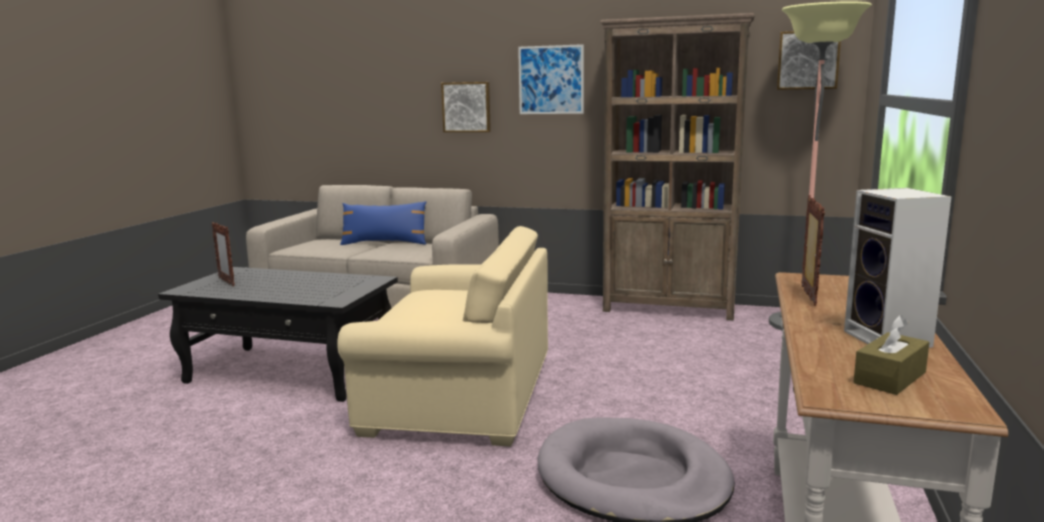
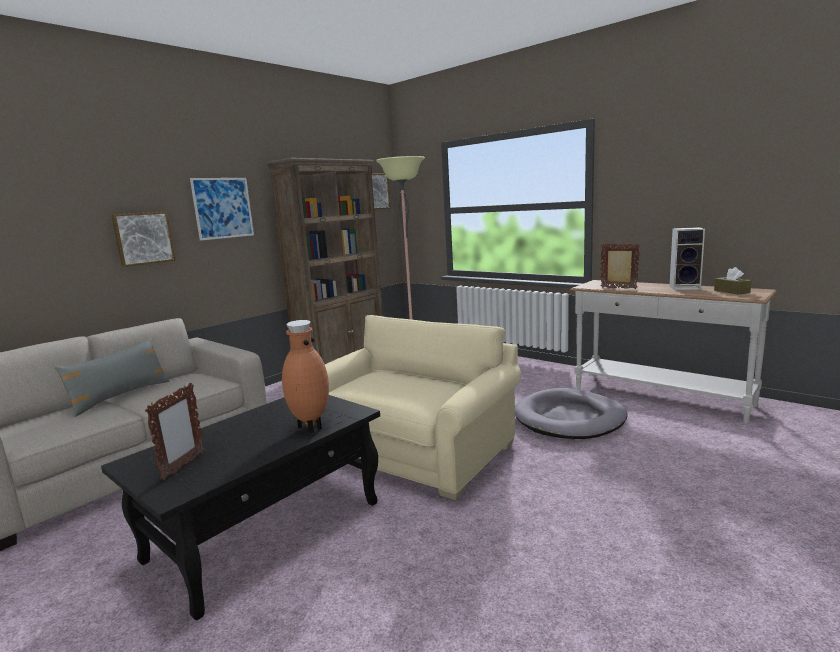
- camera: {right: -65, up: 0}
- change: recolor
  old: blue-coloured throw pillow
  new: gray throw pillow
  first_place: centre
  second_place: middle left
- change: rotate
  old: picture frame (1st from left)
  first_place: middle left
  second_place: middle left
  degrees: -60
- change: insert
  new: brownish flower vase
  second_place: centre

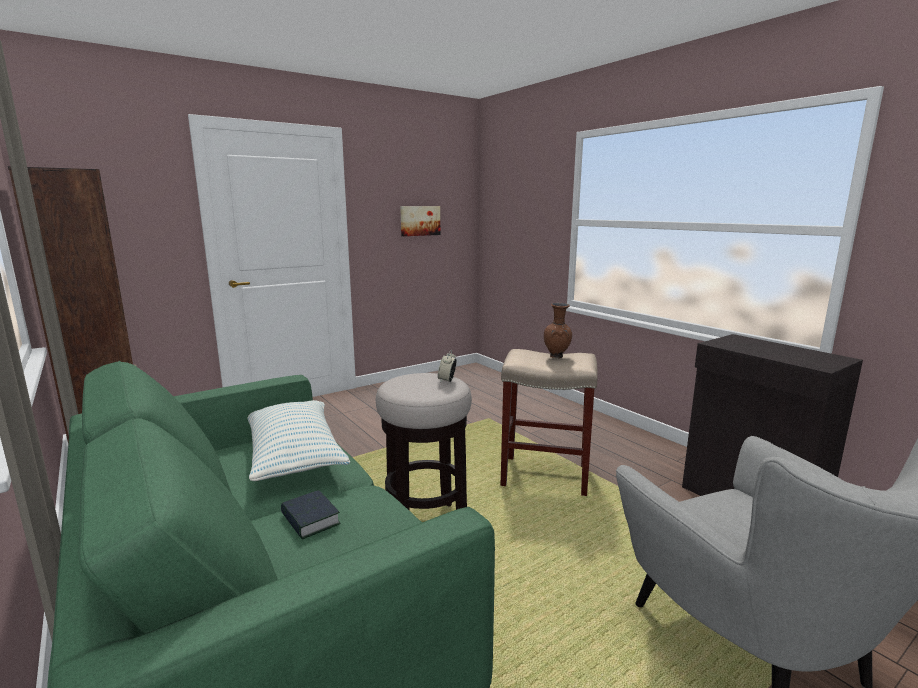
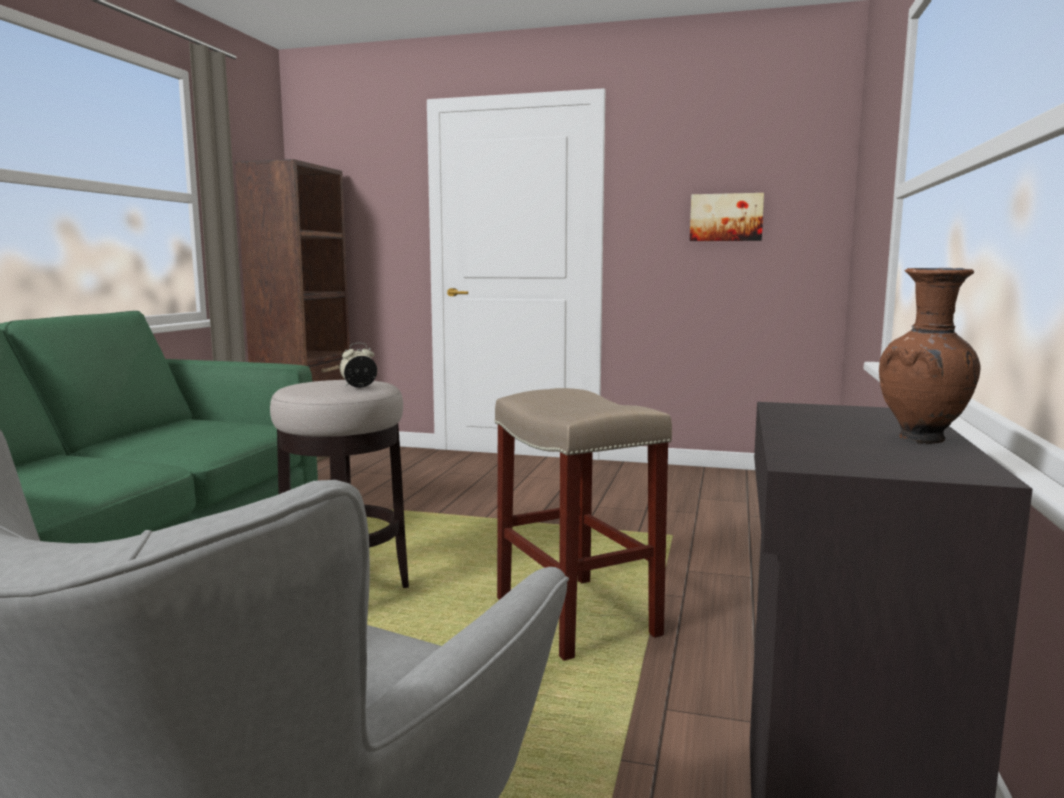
- camera: {right: 50, up: -5}
- change: move
  old: brownish flower vase
  first_place: centre
  second_place: middle right
- change: delete
  old: throw pillow
  first_place: middle left
- change: delete
  old: bound book
  first_place: bottom centre

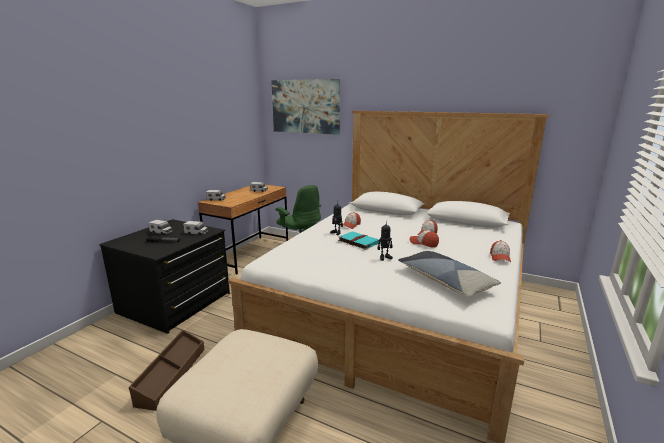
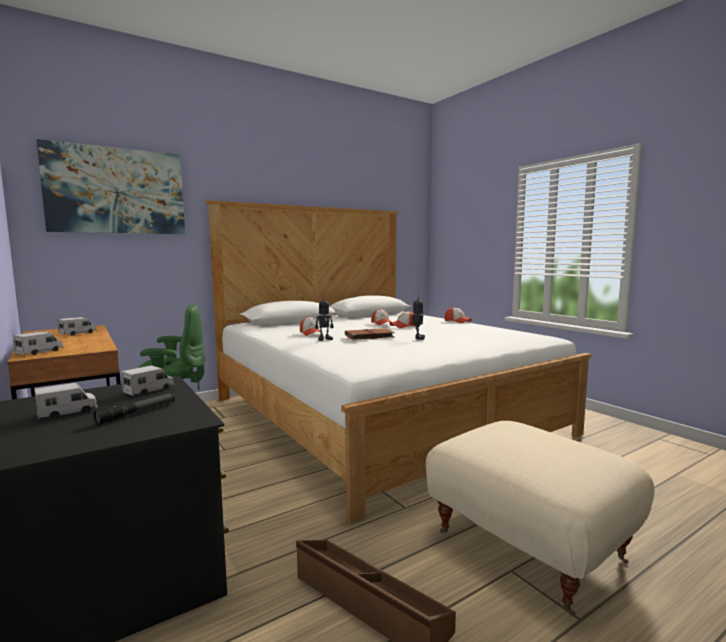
- camera: {right: -60, up: -10}
- change: recolor
  old: turquoise bound book
  new: brownish bound book
  first_place: centre
  second_place: centre
- change: delete
  old: throw pillow
  first_place: middle right

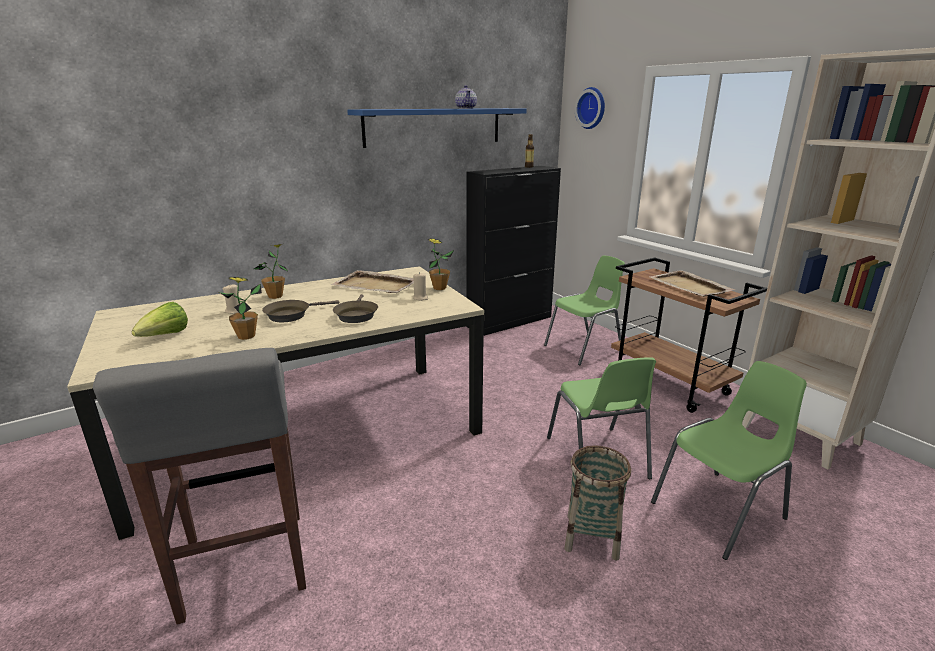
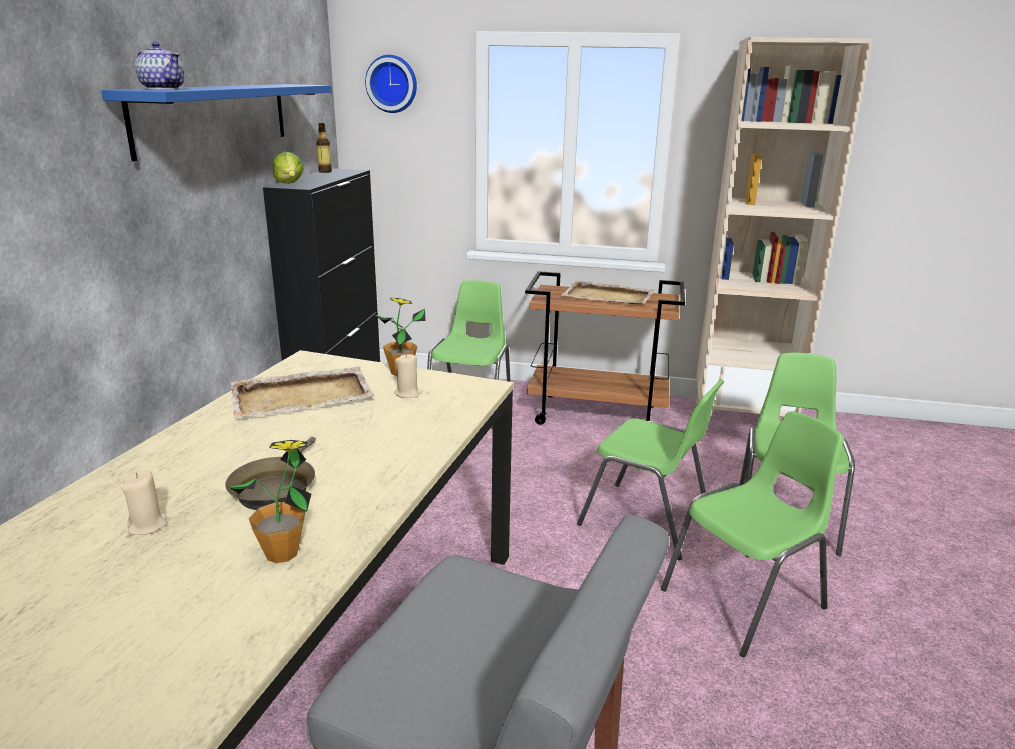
- camera: {right: -45, up: 0}
- change: move
  old: tea pot
  first_place: top centre
  second_place: top left
- change: move
  old: lettuce head
  first_place: middle left
  second_place: top left
- change: replace
  old: household basket
  new: green chair (3rd from left)
  first_place: bottom centre
  second_place: bottom right
- change: delete
  old: potted plant (2nd from left)
  first_place: middle left
- change: delete
  old: brownish frying pan (2nd from left)
  first_place: centre

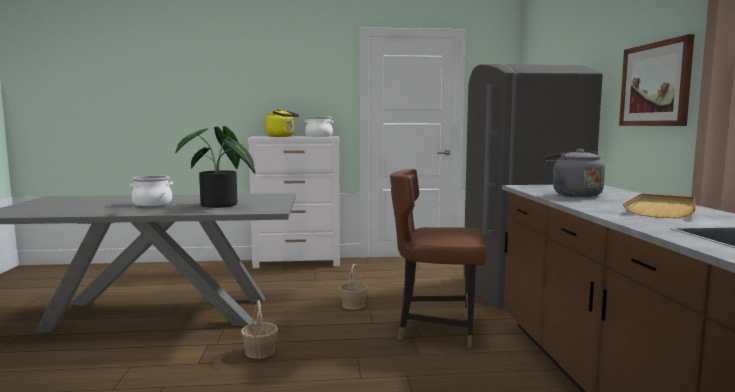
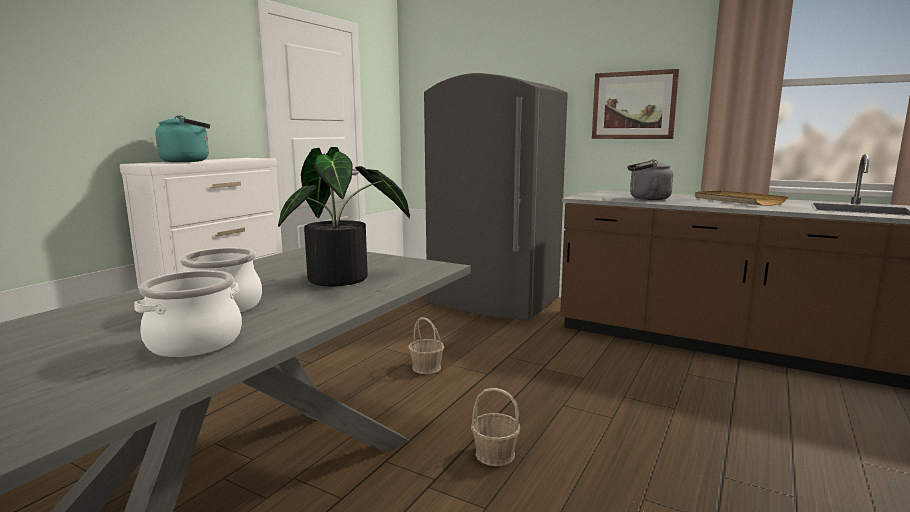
- camera: {right: -55, up: 5}
- change: move
  old: saucepot (2nd from left in the first image)
  new: saucepot (1st from left)
  first_place: top centre
  second_place: middle left
- change: recolor
  old: yellow kettle
  new: turquoise kettle
  first_place: top centre
  second_place: top left
- change: delete
  old: brownish chair
  first_place: centre

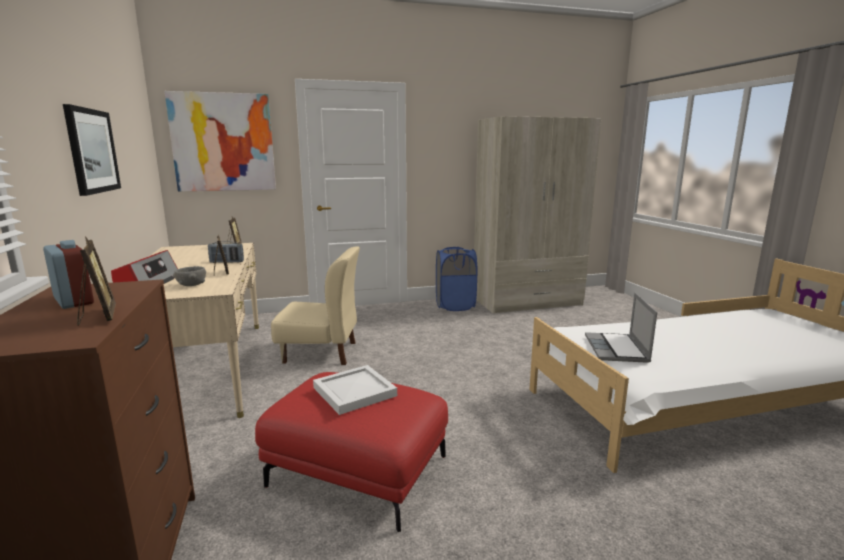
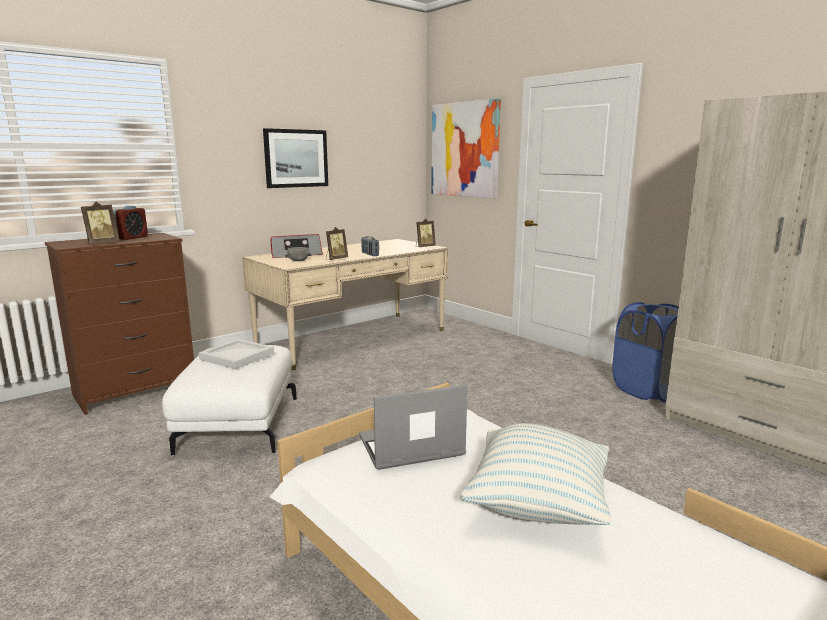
- camera: {right: 65, up: 0}
- change: recolor
  old: red-coloured ottoman
  new: white ottoman
  first_place: bottom centre
  second_place: middle left
- change: insert
  new: throw pillow
  second_place: bottom centre
- change: delete
  old: sand-coloured chair
  first_place: centre

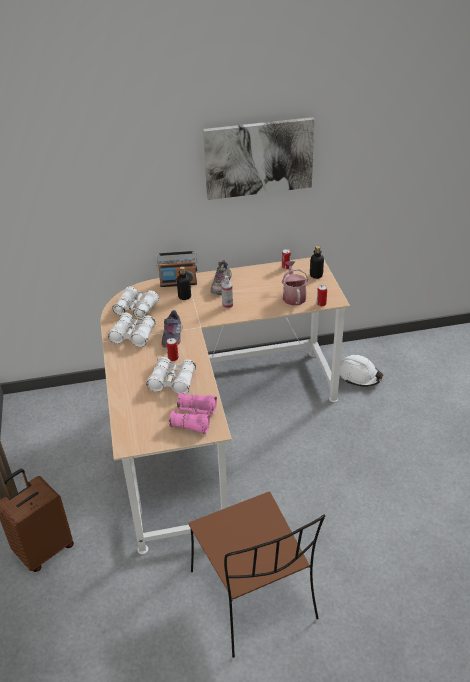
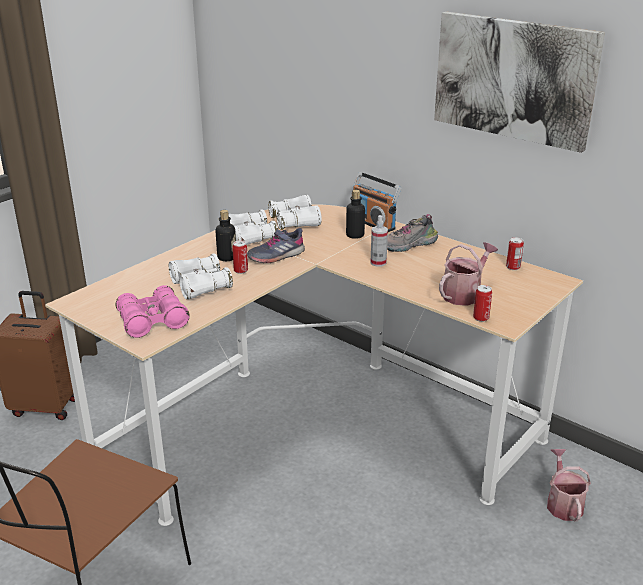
- camera: {right: 50, up: -10}
- change: move
  old: beverage bottle (2nd from left in the first image)
  new: beverage bottle (1st from left)
  first_place: middle right
  second_place: centre
- change: replace
  old: white work helmet
  new: watering can (2nd from left)
  first_place: middle right
  second_place: bottom right

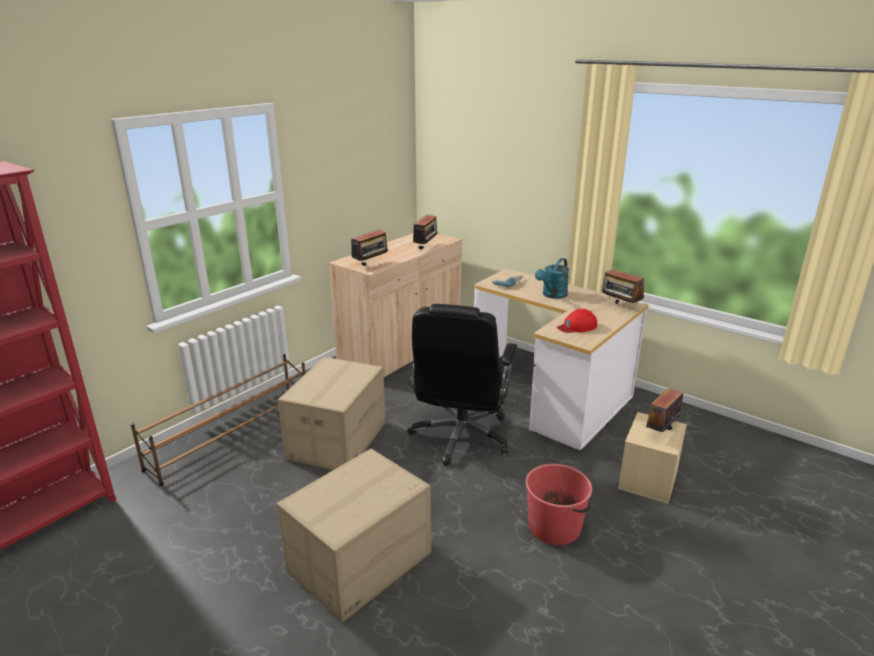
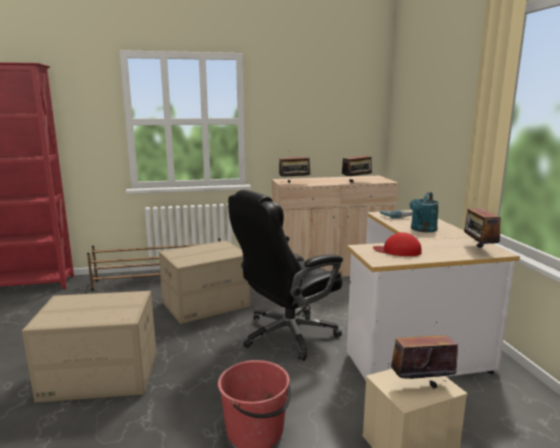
- camera: {right: 40, up: -10}
- change: rotate
  old: turquoise watering can
  first_place: centre
  second_place: middle right
  degrees: -45

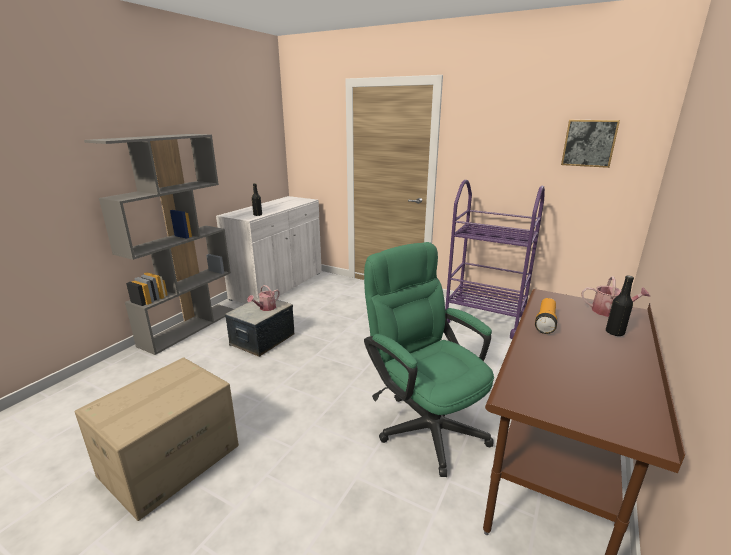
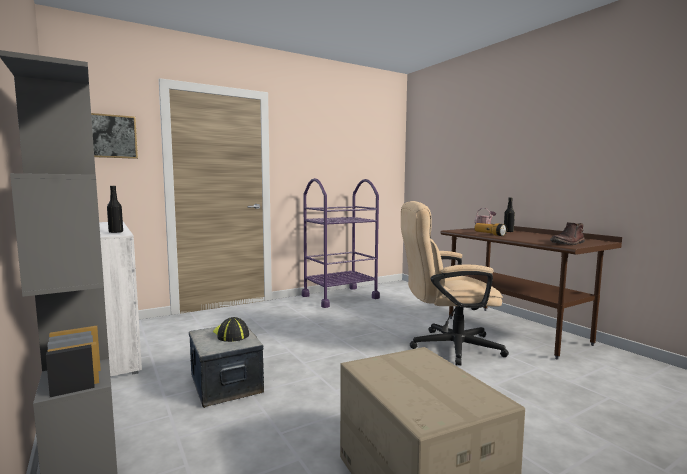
- camera: {right: -60, up: -15}
- change: move
  old: wall picture
  first_place: top right
  second_place: top left
- change: replace
  old: watering can (1st from left)
  new: cap
  first_place: centre
  second_place: bottom centre
- change: recolor
  old: green desk chair
  new: sand-coloured desk chair
  first_place: centre
  second_place: centre
- change: insert
  new: brownish high-top boot
  second_place: middle right

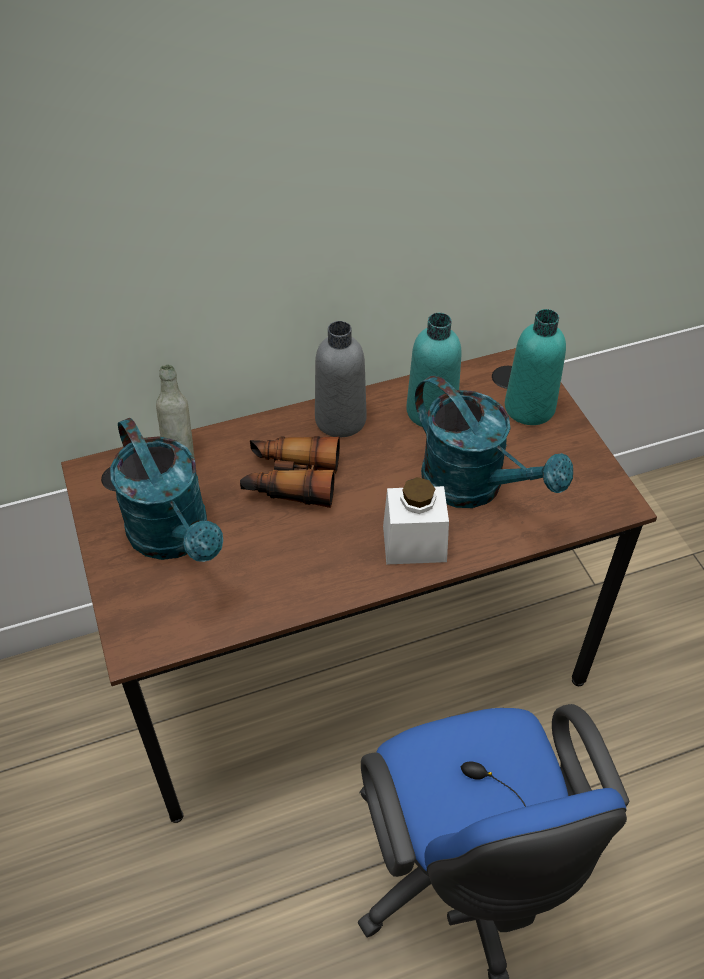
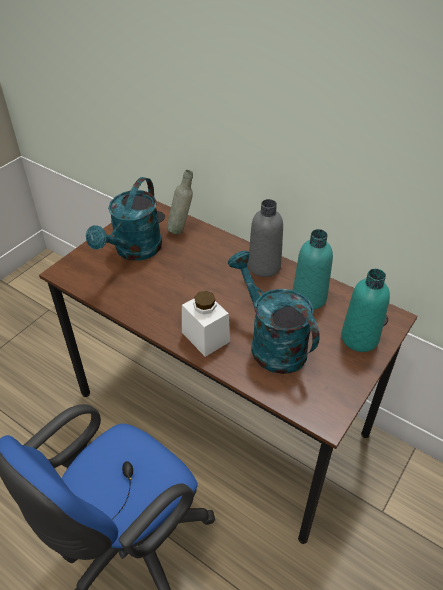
- camera: {right: 55, up: -5}
- change: rotate
  old: turquoise watering can (2nd from left)
  first_place: middle right
  second_place: centre
  degrees: 135
- change: delete
  old: pair of binoculars
  first_place: centre

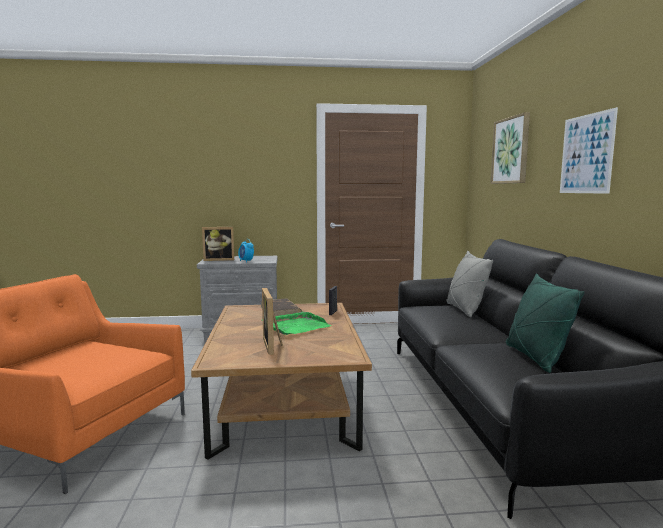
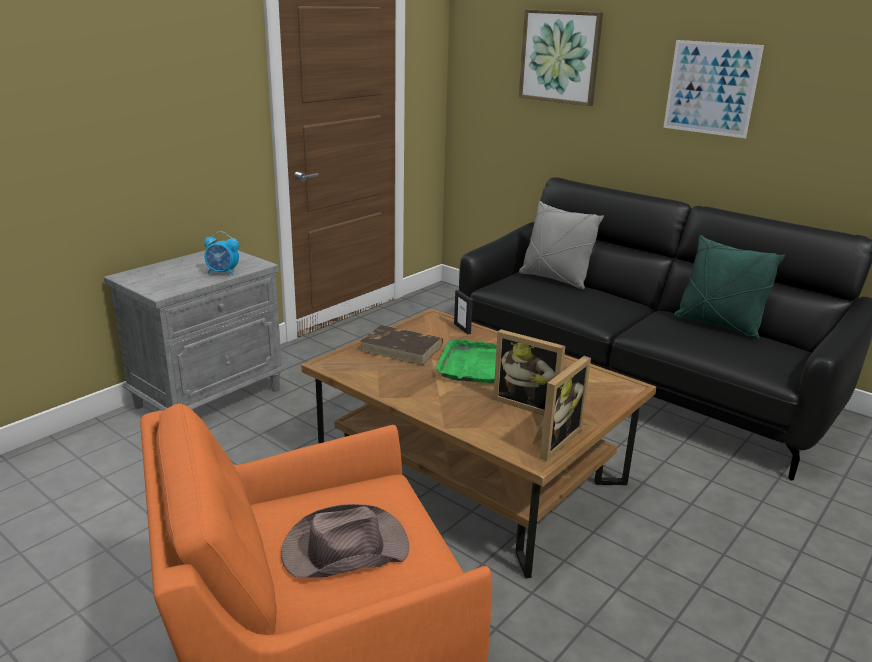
- camera: {right: -45, up: 15}
- change: insert
  new: brownish clothing hat
  second_place: bottom centre
- change: move
  old: picture frame (1st from left in the first image)
  new: picture frame (3rd from left)
  first_place: middle left
  second_place: centre

